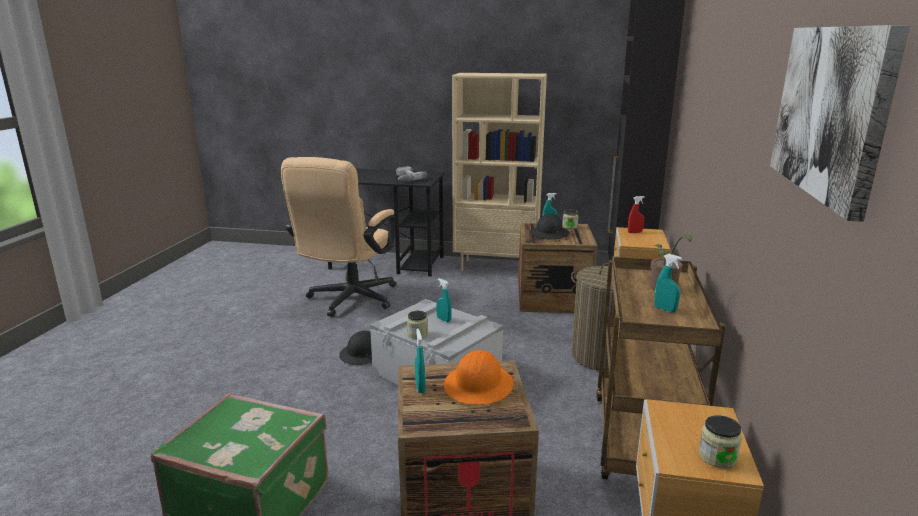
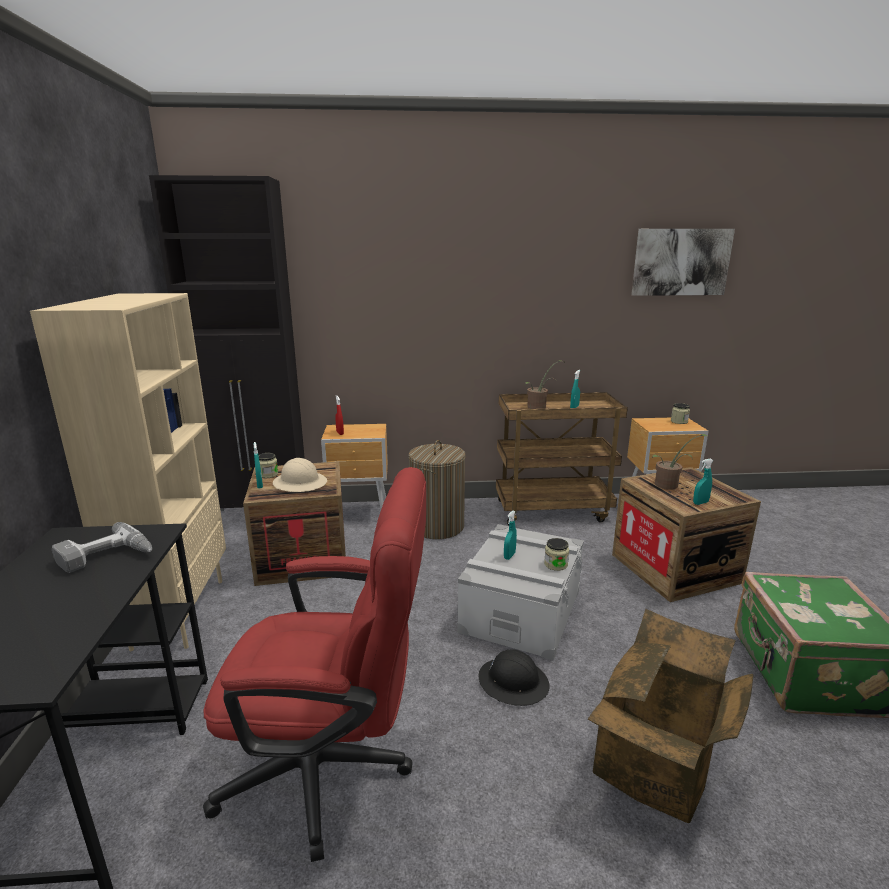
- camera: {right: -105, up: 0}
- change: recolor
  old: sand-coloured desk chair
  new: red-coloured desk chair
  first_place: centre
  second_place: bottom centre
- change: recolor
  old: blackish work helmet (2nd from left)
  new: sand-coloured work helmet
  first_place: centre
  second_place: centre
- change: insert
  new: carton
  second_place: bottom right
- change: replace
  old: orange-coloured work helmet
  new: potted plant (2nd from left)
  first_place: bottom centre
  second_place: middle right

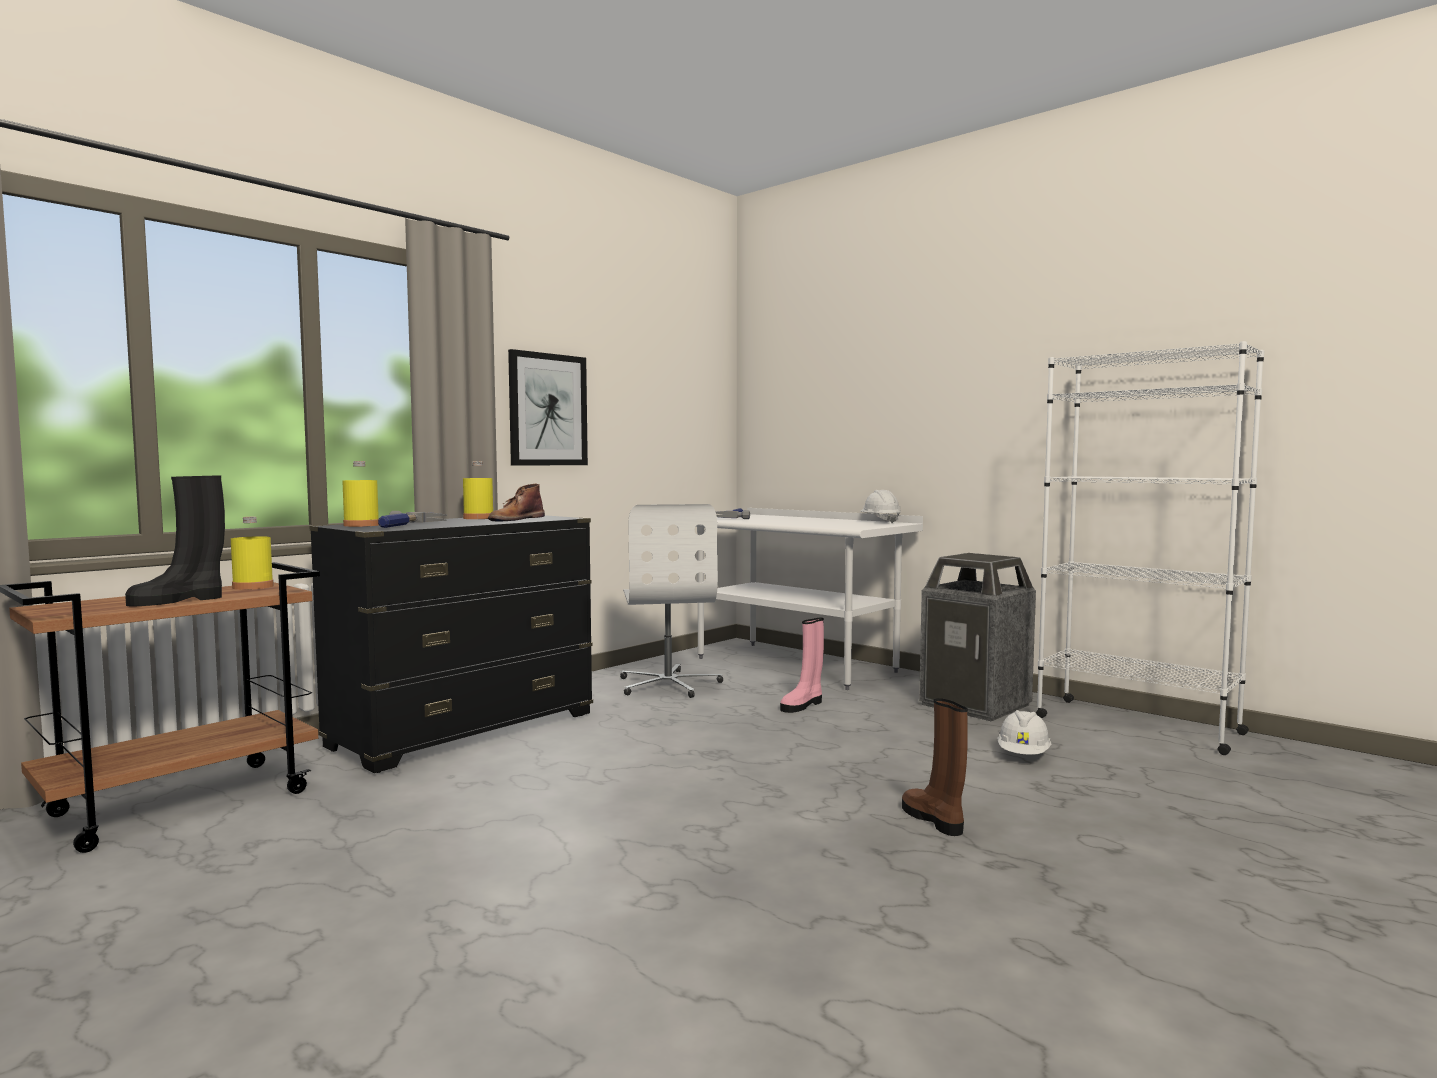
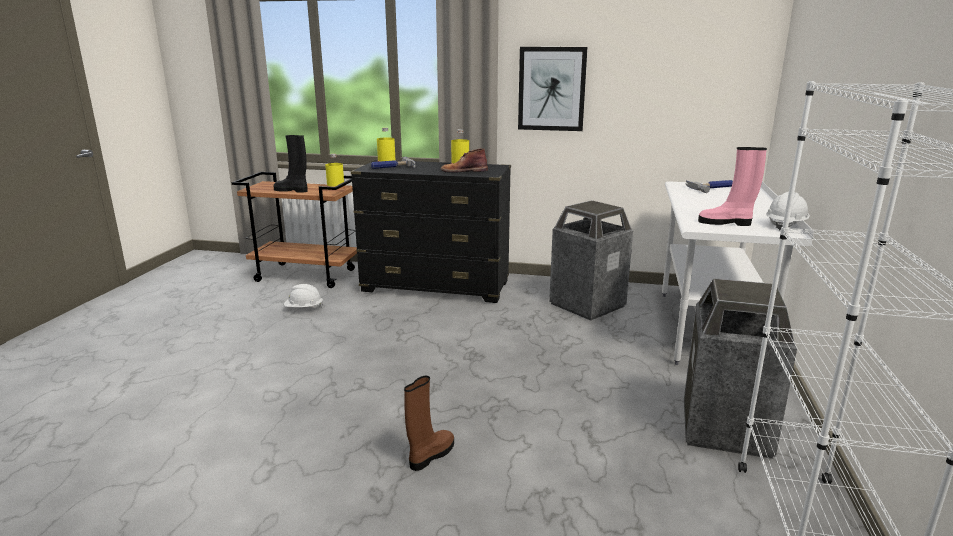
- camera: {right: 60, up: 15}
- change: move
  old: white work helmet (2nd from left in the first image)
  new: white work helmet (1st from left)
  first_place: bottom right
  second_place: middle left
- change: replace
  old: white desk chair
  new: waste bin (1st from left)
  first_place: centre
  second_place: centre
- change: move
  old: pinkish high-top boot
  first_place: centre
  second_place: middle right

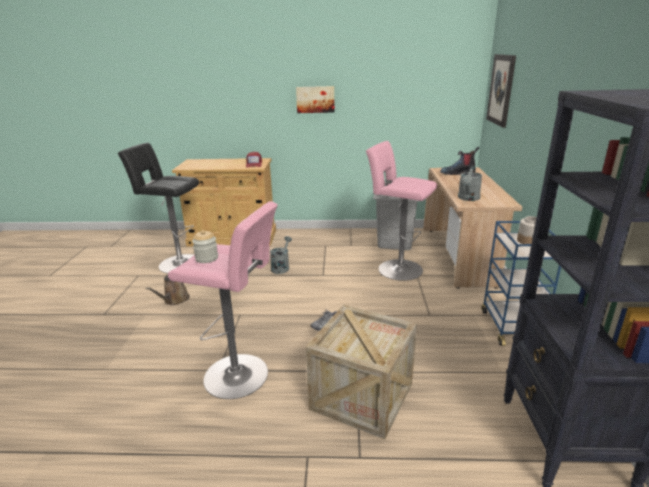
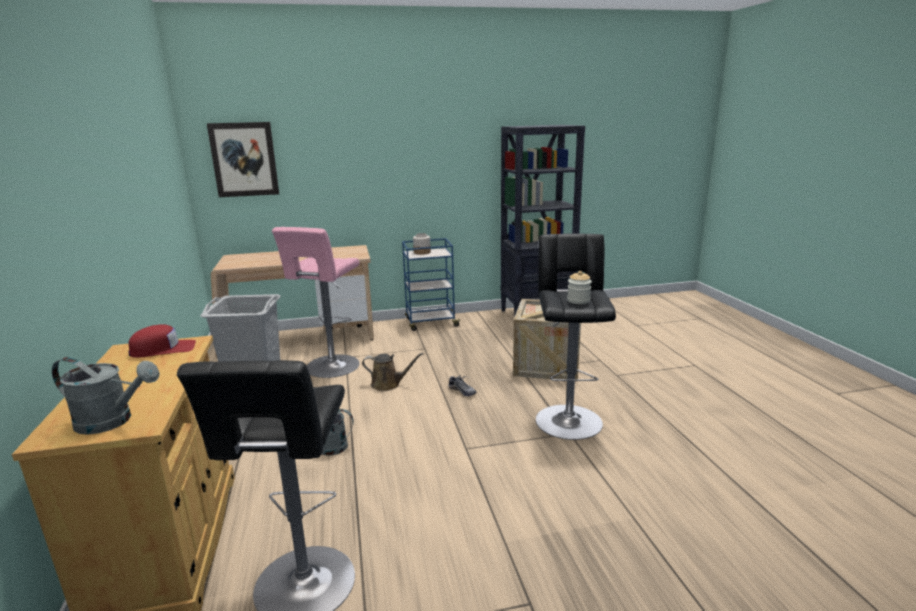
- camera: {right: -105, up: -5}
- change: move
  old: gray watering can (2nd from left in the first image)
  new: gray watering can (1st from left)
  first_place: middle right
  second_place: middle left
- change: move
  old: brownish watering can
  first_place: middle left
  second_place: centre
- change: recolor
  old: pinkish stool (1st from left)
  new: blackish stool (2nd from left)
  first_place: centre
  second_place: centre
- change: delete
  old: wall picture (1st from left)
  first_place: top centre
- change: delete
  old: high-top boot
  first_place: top right

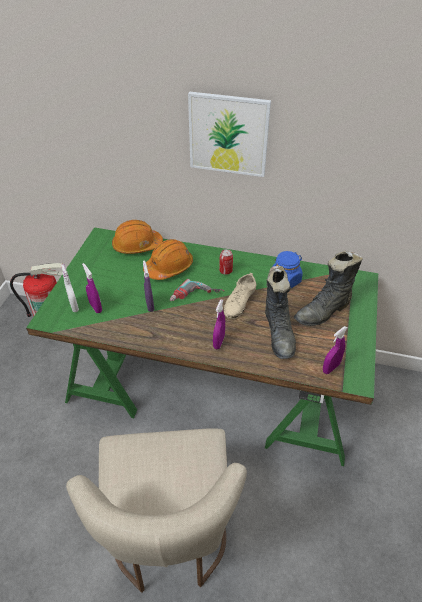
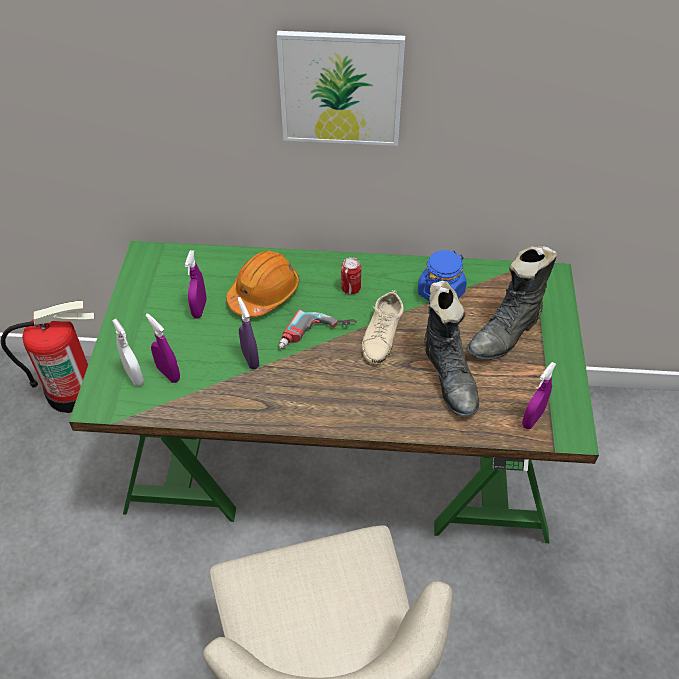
- camera: {right: -10, up: 5}
- change: move
  old: purplish spray bottle (3rd from left in the first image)
  new: purplish spray bottle (2nd from left)
  first_place: centre
  second_place: middle left
- change: delete
  old: orange-coloured work helmet (1st from left)
  first_place: middle left

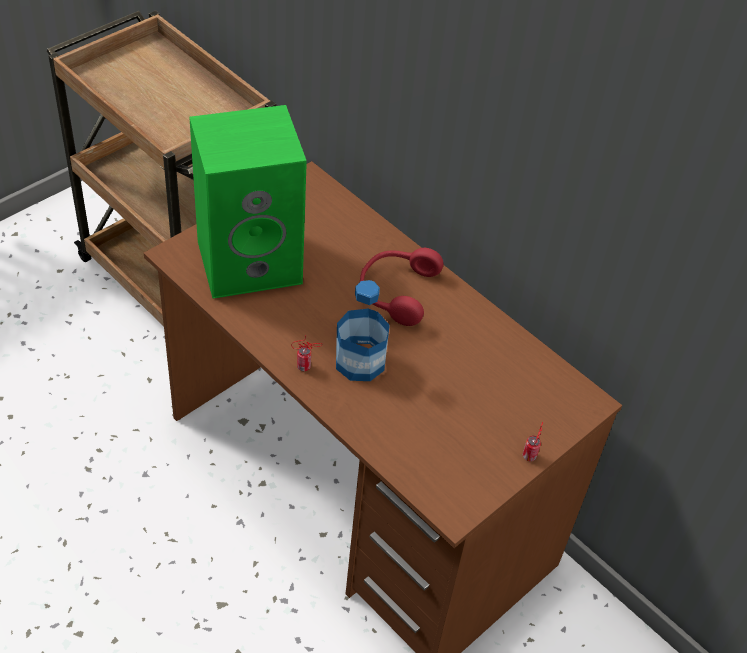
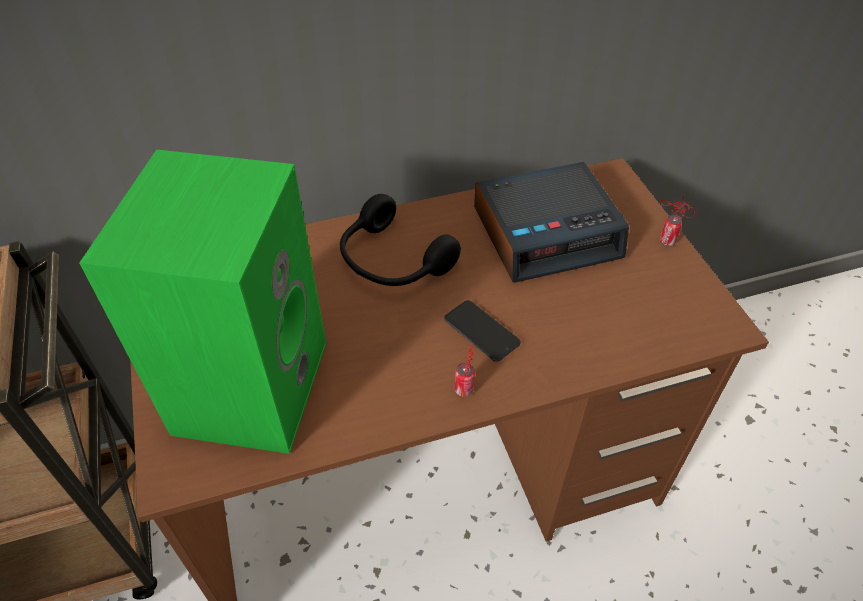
- camera: {right: -60, up: 0}
- change: recolor
  old: red-coloured headset
  new: blackish headset
  first_place: centre
  second_place: centre
- change: replace
  old: beverage bottle
  new: handset
  first_place: centre
  second_place: centre
- change: insert
  new: table clock
  second_place: centre

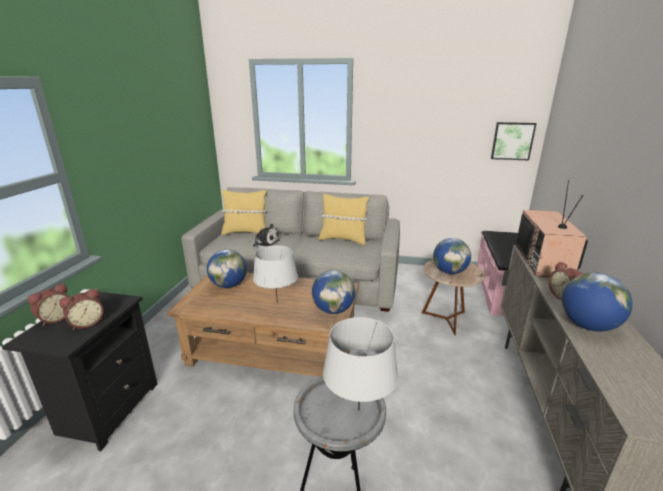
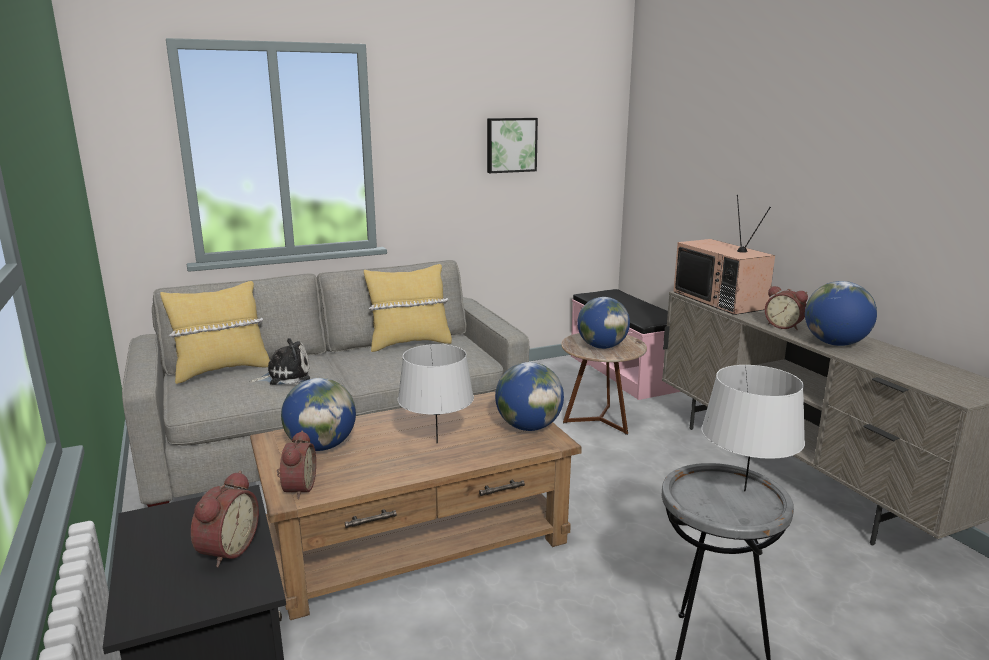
- camera: {right: -35, up: -5}
- change: move
  old: table clock (1st from left in the first image)
  new: table clock (2nd from left)
  first_place: middle left
  second_place: bottom left
- change: move
  old: wall picture
  first_place: top right
  second_place: top centre

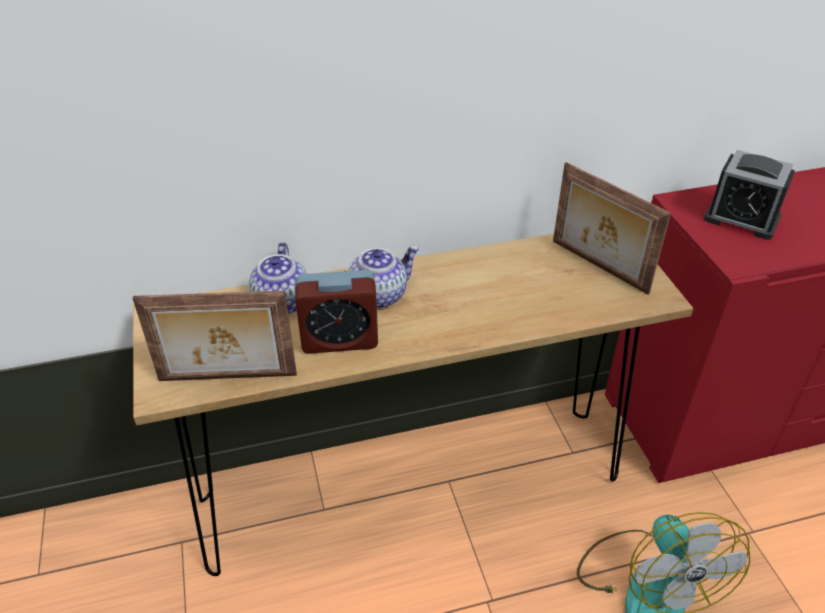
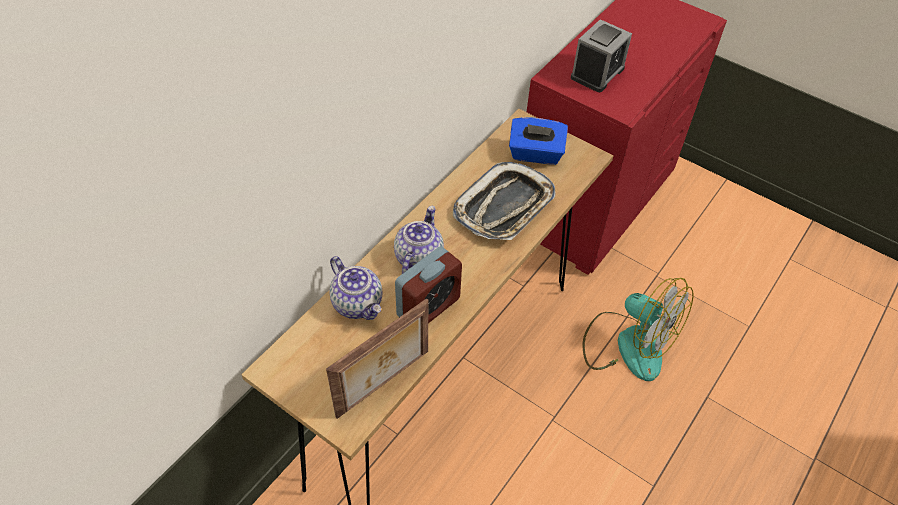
- camera: {right: -40, up: 10}
- change: insert
  new: tray
  second_place: centre
- change: replace
  old: picture frame (2nd from left)
  new: blue-coloured box of tissues
  first_place: middle right
  second_place: top centre
- change: rotate
  old: table clock (2nd from left)
  first_place: top right
  second_place: top right
  degrees: -45

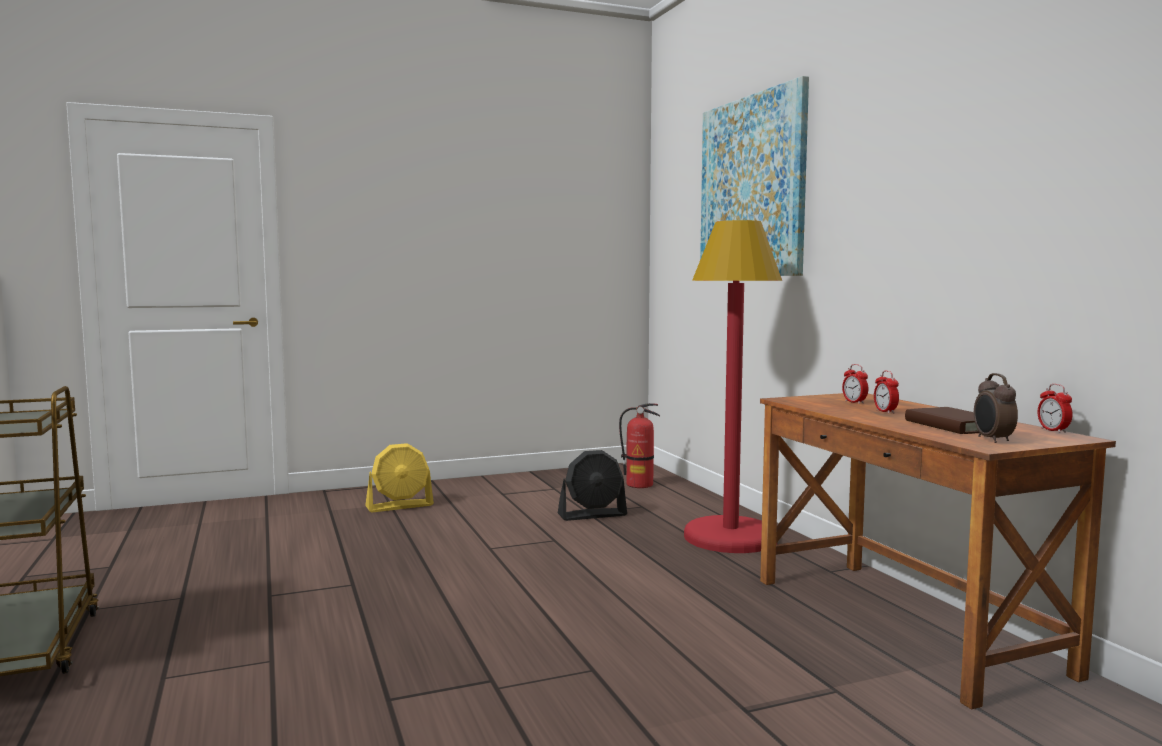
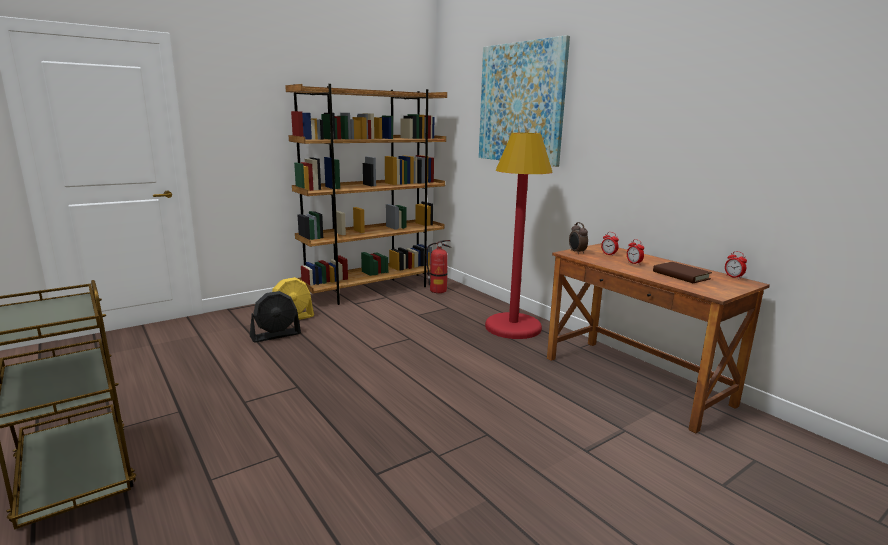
- camera: {right: -15, up: 10}
- change: move
  old: blackish fan
  first_place: centre
  second_place: middle left
- change: insert
  new: brownish shelving unit
  second_place: centre
- change: move
  old: table clock (3rd from left in the first image)
  new: table clock (1st from left)
  first_place: middle right
  second_place: centre

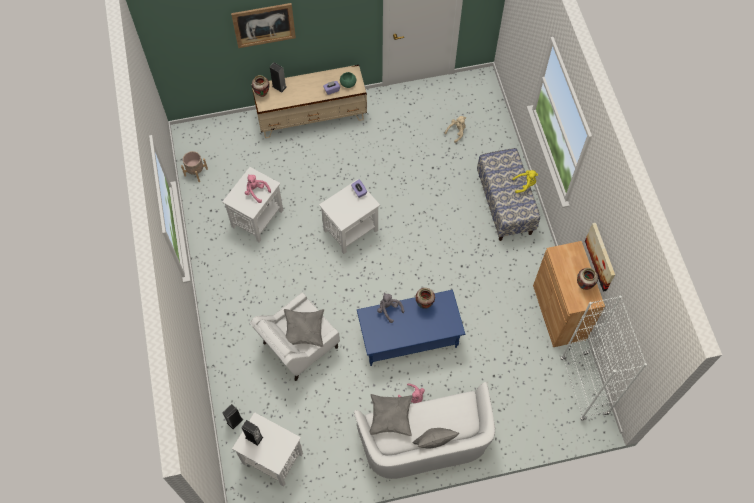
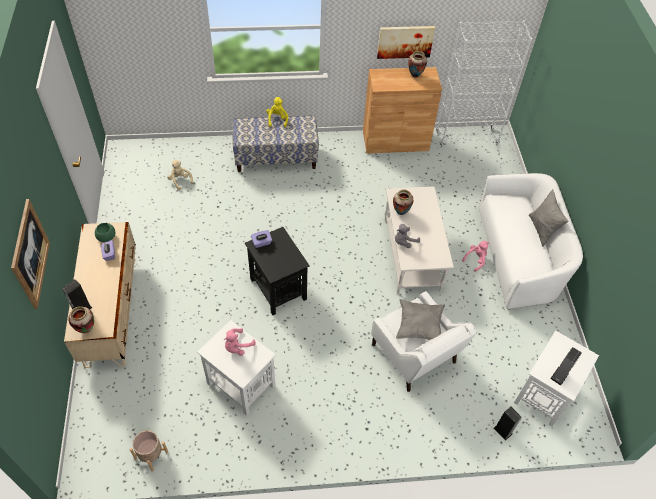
- camera: {right: -85, up: -10}
- change: recolor
  old: white end table (3rd from left)
  new: blackish end table
  first_place: centre
  second_place: centre
- change: recolor
  old: blue-coloured low table
  new: white low table
  first_place: centre
  second_place: centre
- change: delete
  old: gray throw pillow (2nd from left)
  first_place: bottom centre

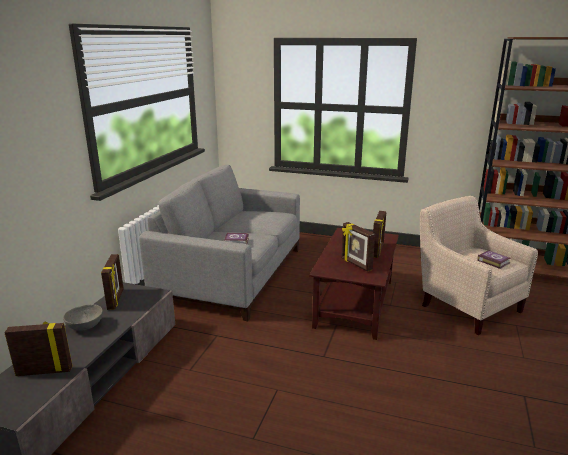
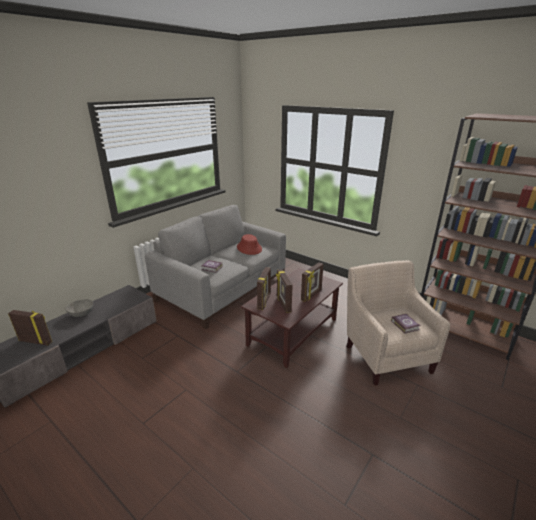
- camera: {right: 20, up: 5}
- change: insert
  new: red-coloured clothing hat
  second_place: centre
- change: move
  old: picture frame (2nd from left)
  first_place: middle left
  second_place: centre

